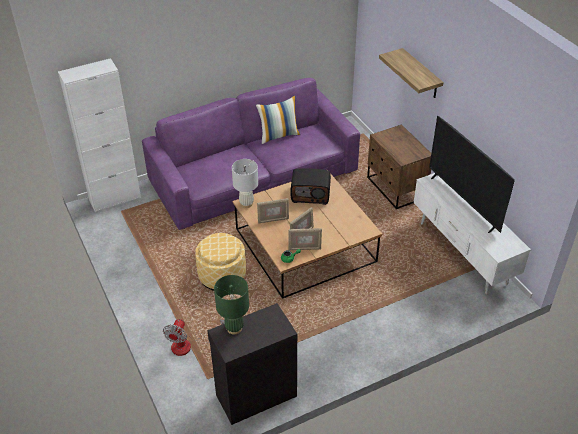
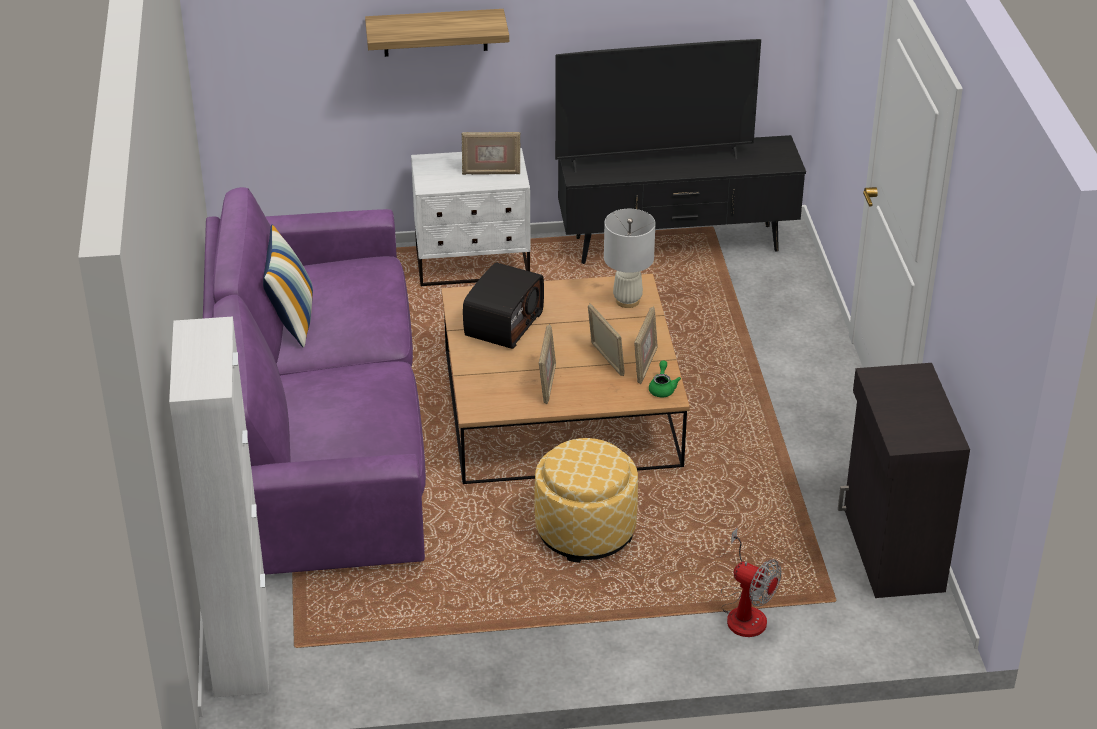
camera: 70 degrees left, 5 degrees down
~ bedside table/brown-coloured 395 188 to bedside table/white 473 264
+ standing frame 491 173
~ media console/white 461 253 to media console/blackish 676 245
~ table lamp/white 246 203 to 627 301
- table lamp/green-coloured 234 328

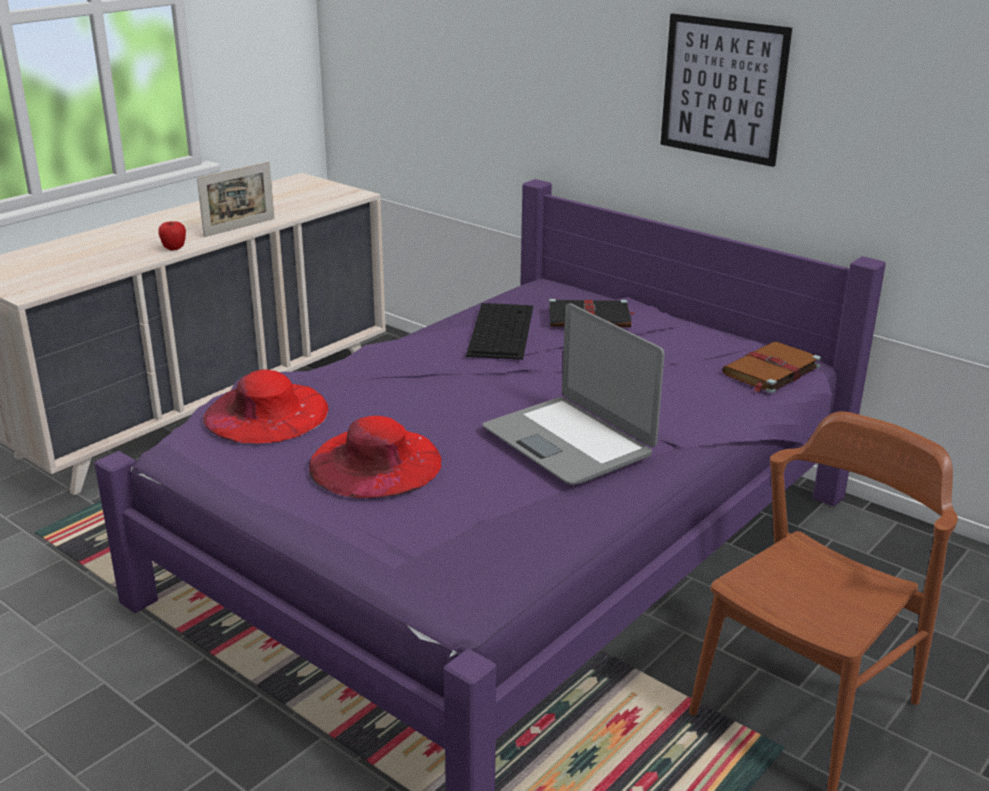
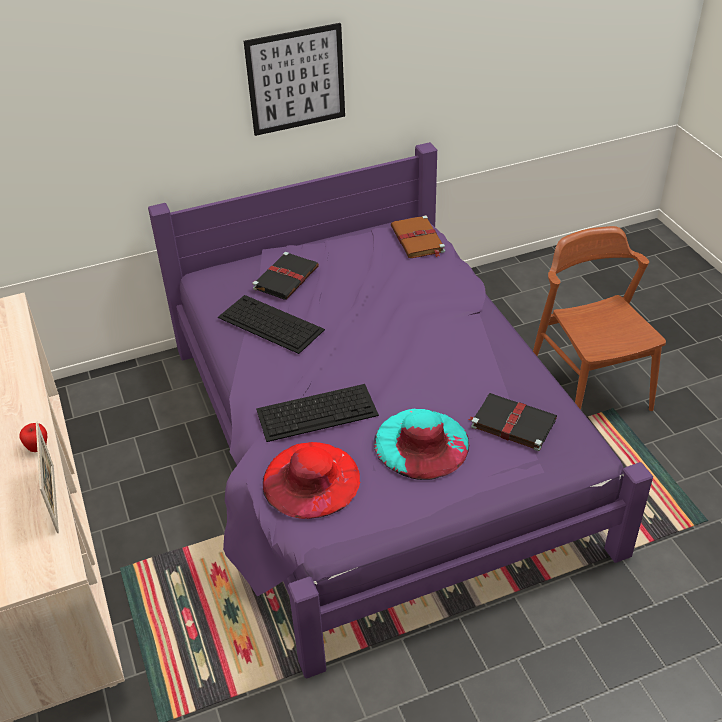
camera: 60 degrees left, 15 degrees up
~ standing frame 239 227 to 55 498
+ PC keyboard 318 411
~ clothing hat/red-coloured 375 462 to clothing hat/turquoise-coloured 421 443
+ book/blackish 512 423
- notebook computer 569 441

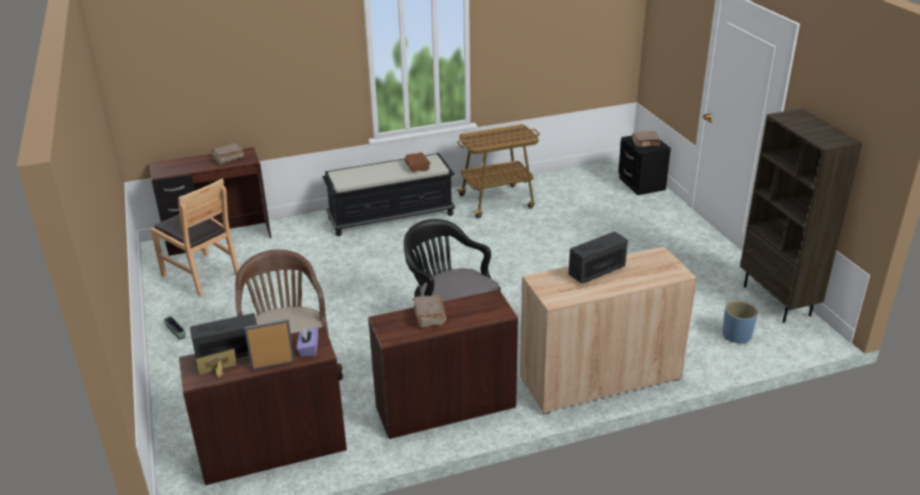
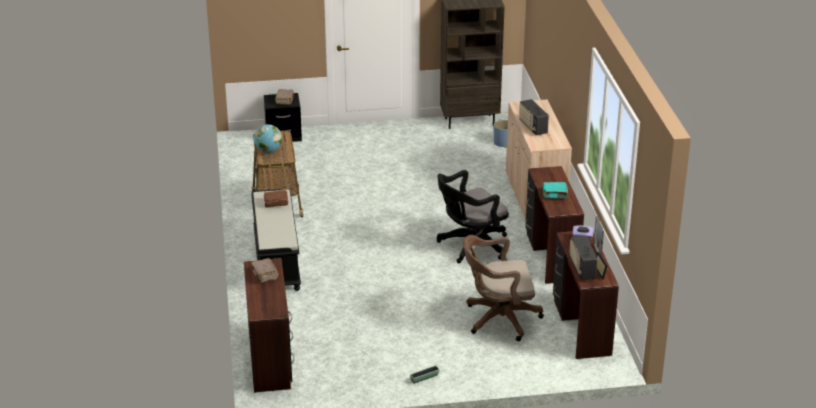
camera: 80 degrees left, 0 degrees up
+ desk globe 268 151
~ book/brown-coloured 429 317 to book/turquoise-coloured 555 195
- upright chair/brown-coloured 201 275

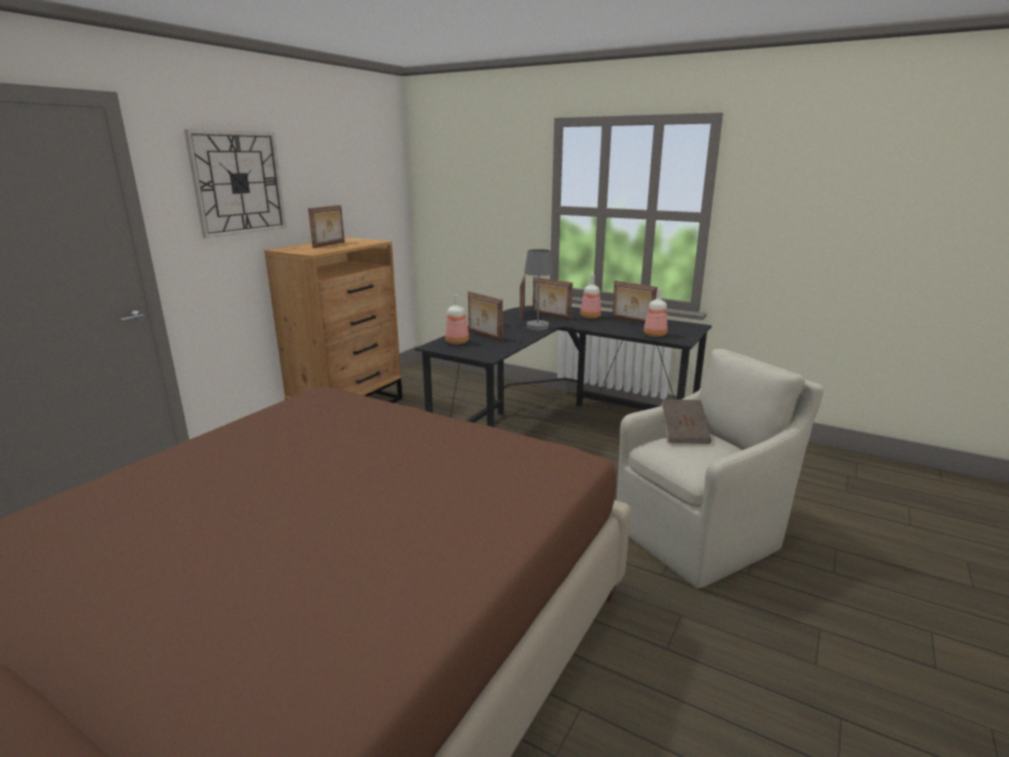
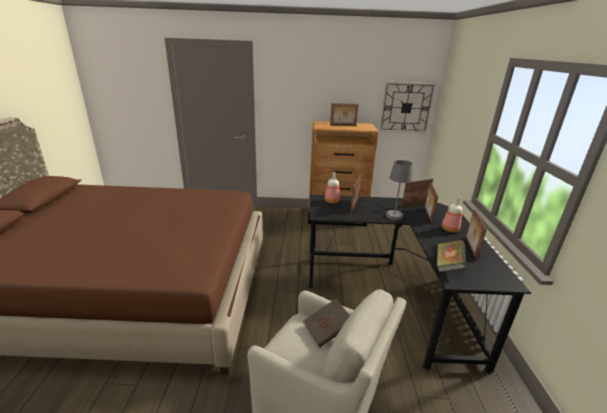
camera: 60 degrees right, 5 degrees up
~ wall clock 238 183 to 406 107
~ drink bottle 655 335 to book 448 265

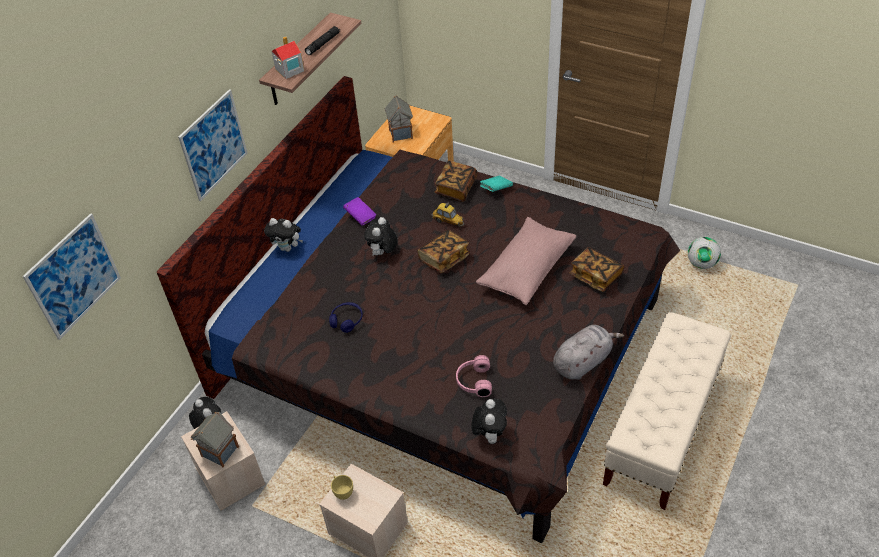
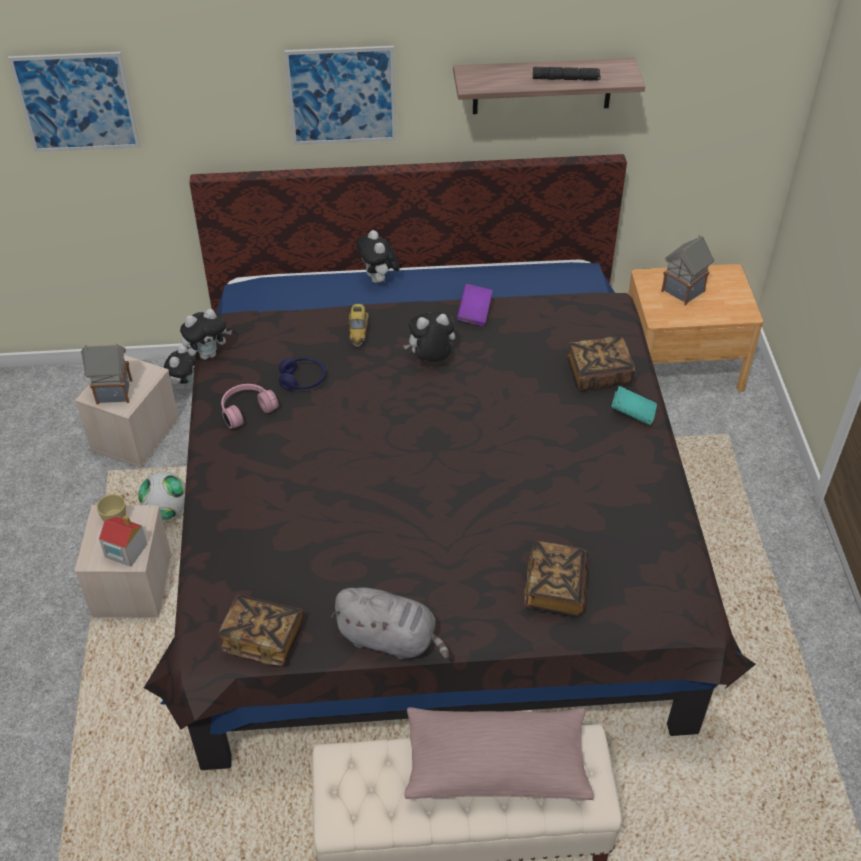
camera: 55 degrees right, 0 degrees up
~ miniature house 289 70 to 125 550
~ football 701 263 to 167 510
~ plush toy 489 434 to 208 354
~ book 444 258 to 263 639
~ pair of headphones/pink 473 381 to 246 409
~ toy car 448 221 to 358 332
~ cushion/pink 526 270 to 496 765

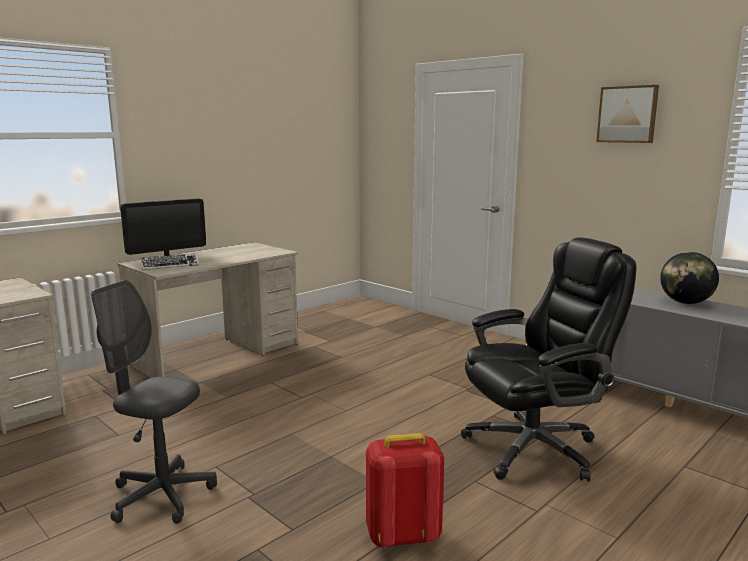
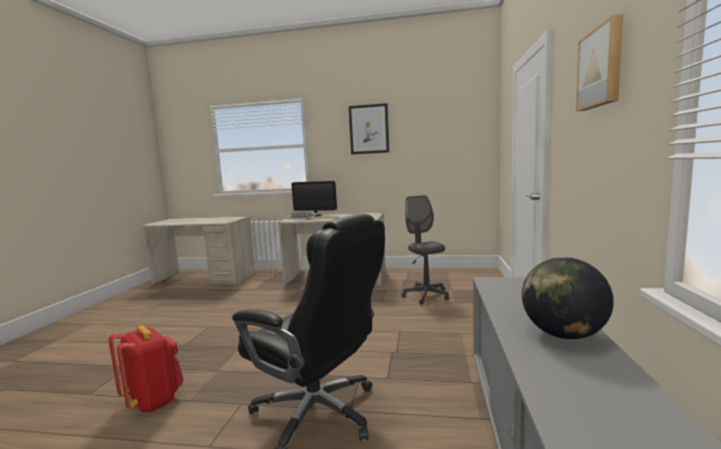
camera: 55 degrees right, 5 degrees down
+ wall picture 369 129
~ computer chair/gray 162 496 to 426 295

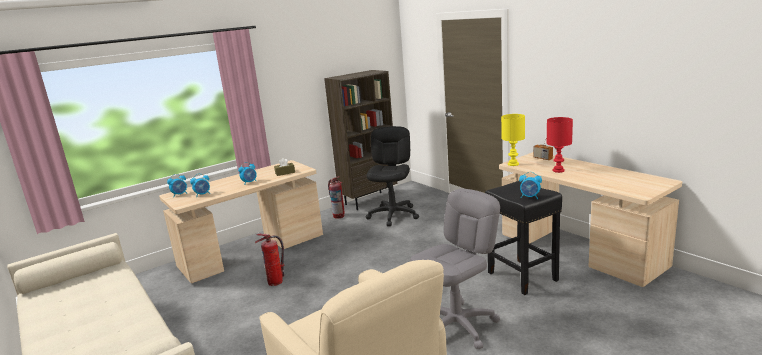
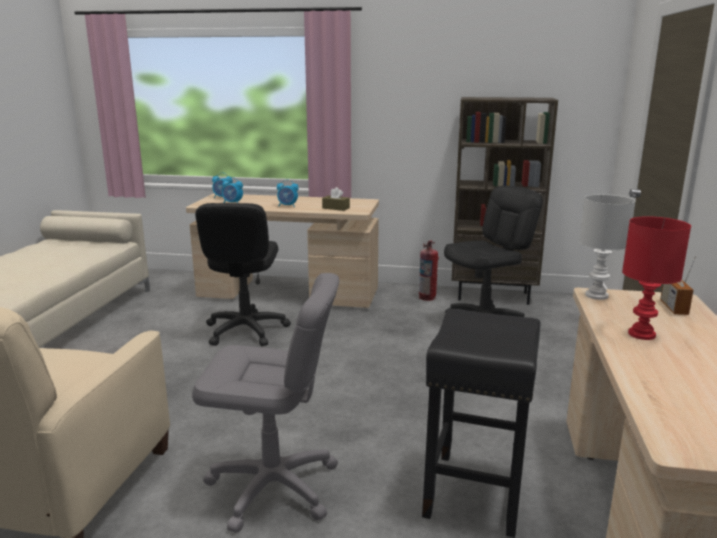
camera: 45 degrees right, 0 degrees up
~ fire-fighting cylinder 275 282 to computer chair/blackish 245 330
~ table lamp/yellowish 513 164 to table lamp/white 596 296
- bedside clock 530 197

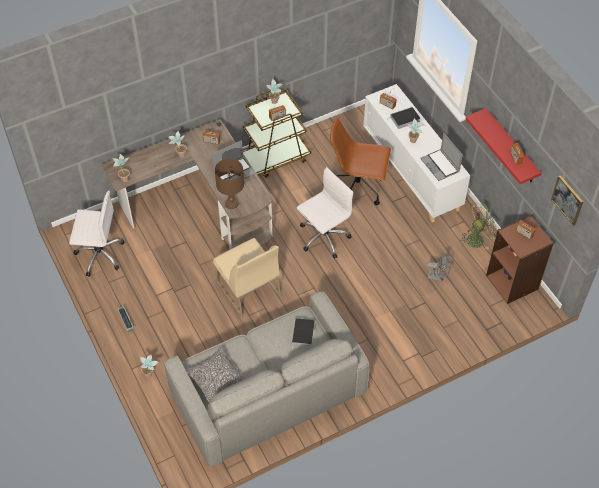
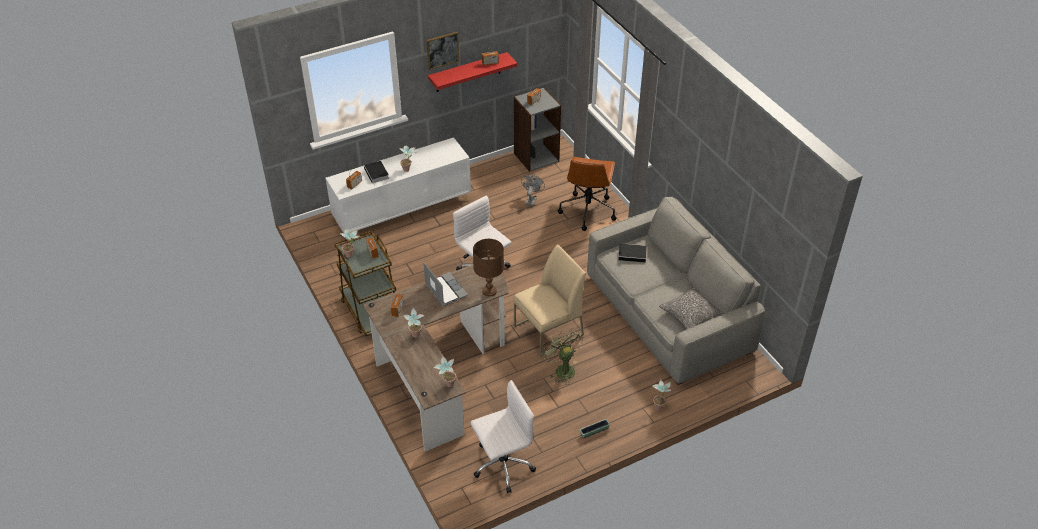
camera: 90 degrees left, 10 degrees down
~ wall picture 568 200 to 442 50
~ computer chair/white 99 254 = 502 465 60 degrees clockwise
~ shelving unit/brown-coloured 512 282 to shelving unit/gray 536 157
~ cooling fan/green-coloured 477 238 to 562 369
~ computer chair/brown-coloured 357 188 to 587 210
- notebook computer 440 166

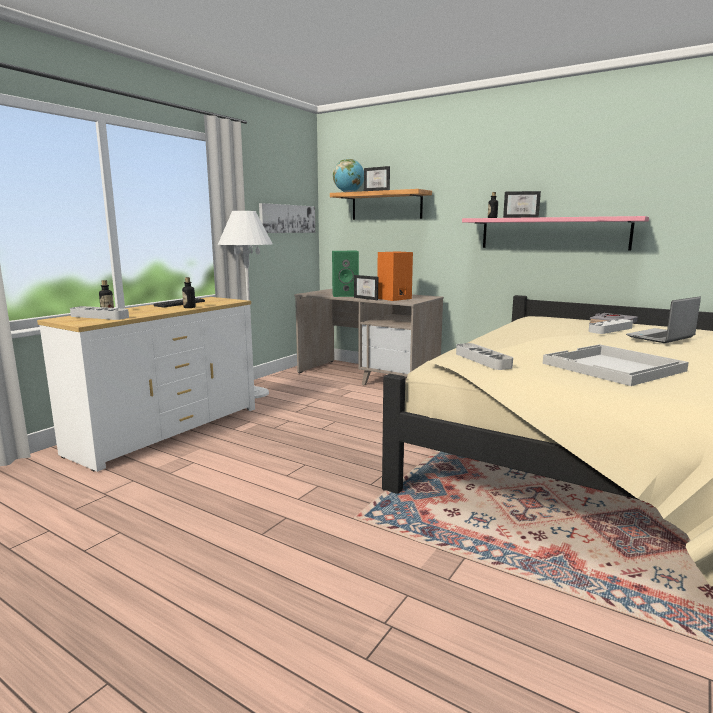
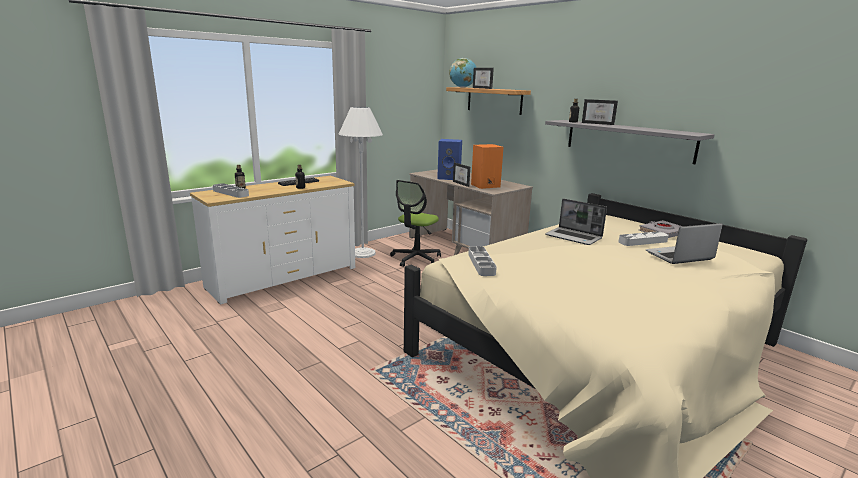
camera: 15 degrees right, 5 degrees up
+ computer chair 416 259
~ speaker/green-coloured 346 295 to speaker/bluish 449 178
~ shelf/pink 553 233 to shelf/gray 628 140
+ notebook computer 574 237
- wall picture 287 218
- tray/white 613 367

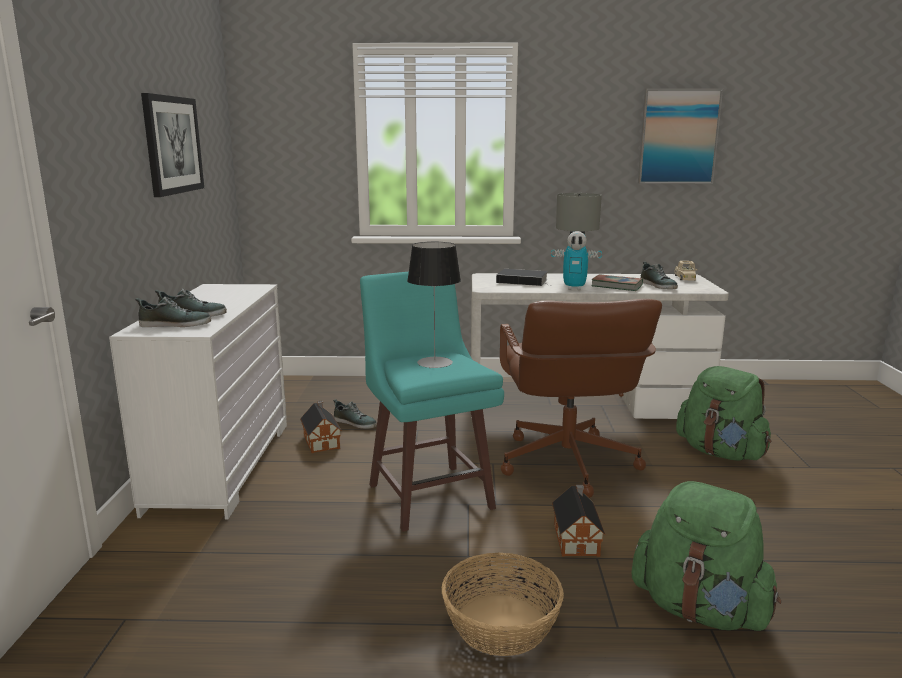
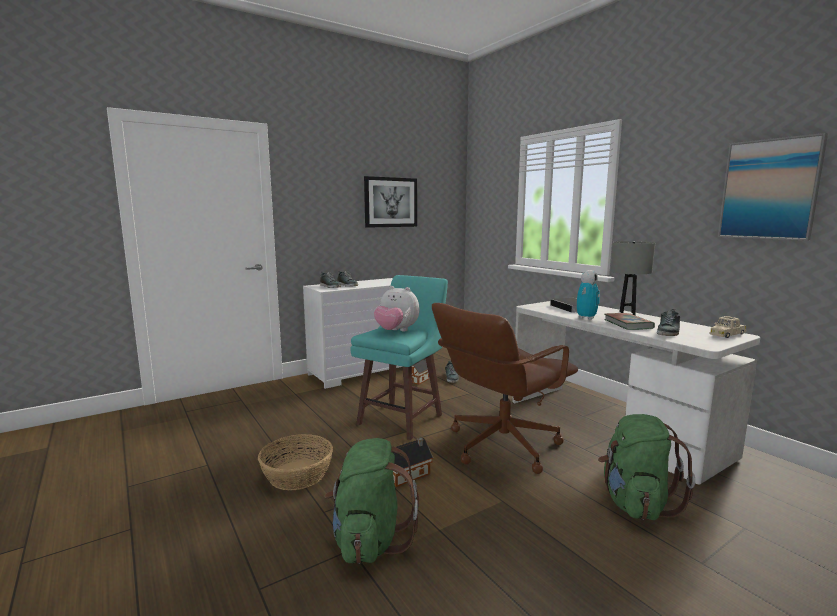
camera: 55 degrees right, 5 degrees down
~ table lamp 434 362 to plush toy 396 331
~ toy robot 574 288 = 586 318 120 degrees counterclockwise

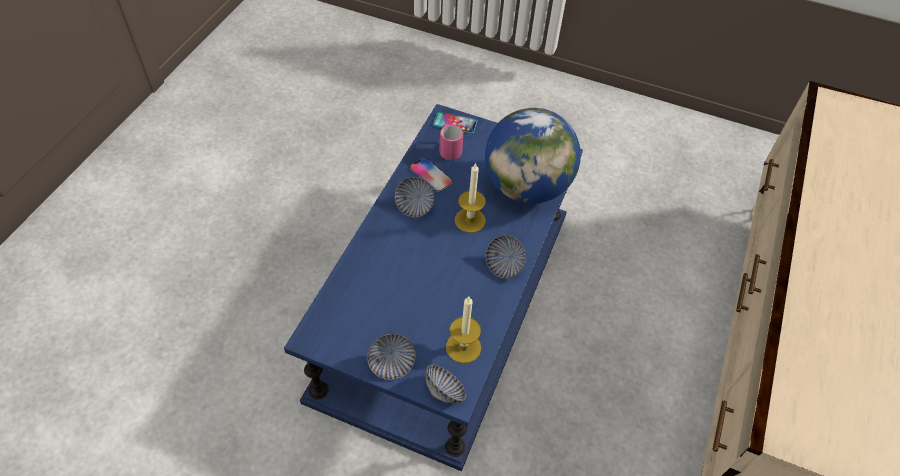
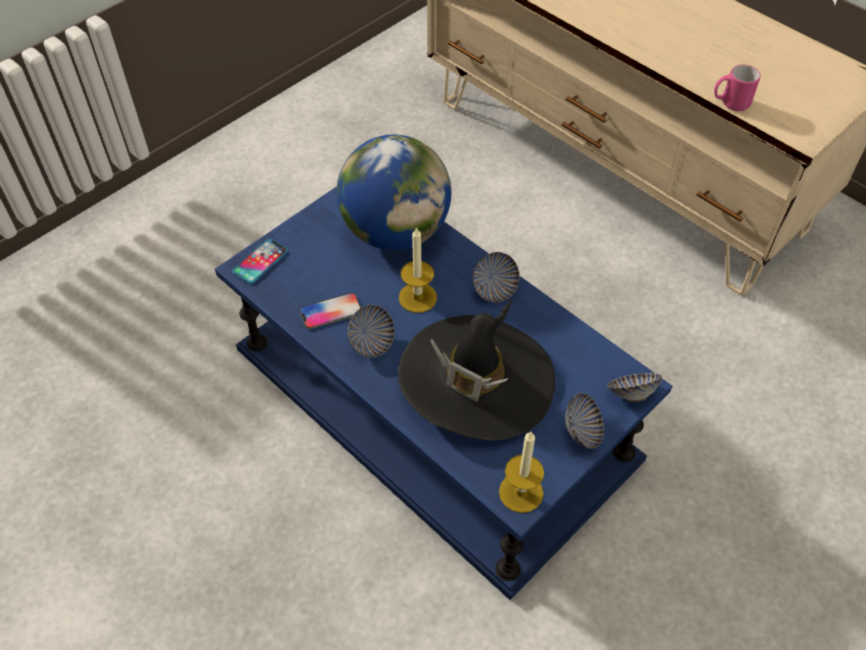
camera: 65 degrees left, 0 degrees up
+ clothing hat/blackish 476 381
~ wax candle 463 347 to 521 492
~ tea mug/pink 449 150 to 730 103

